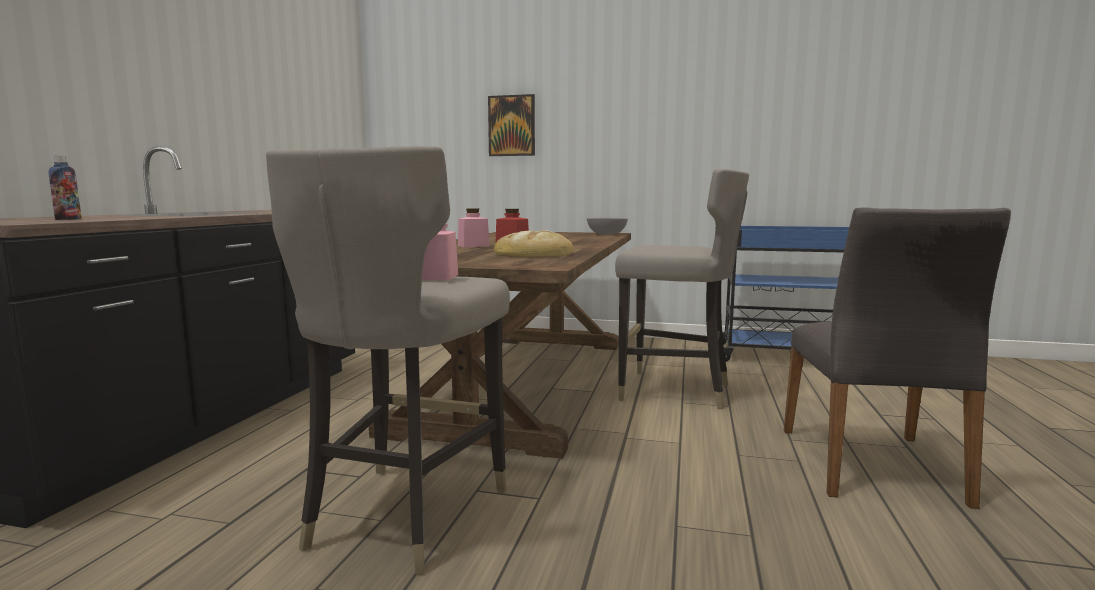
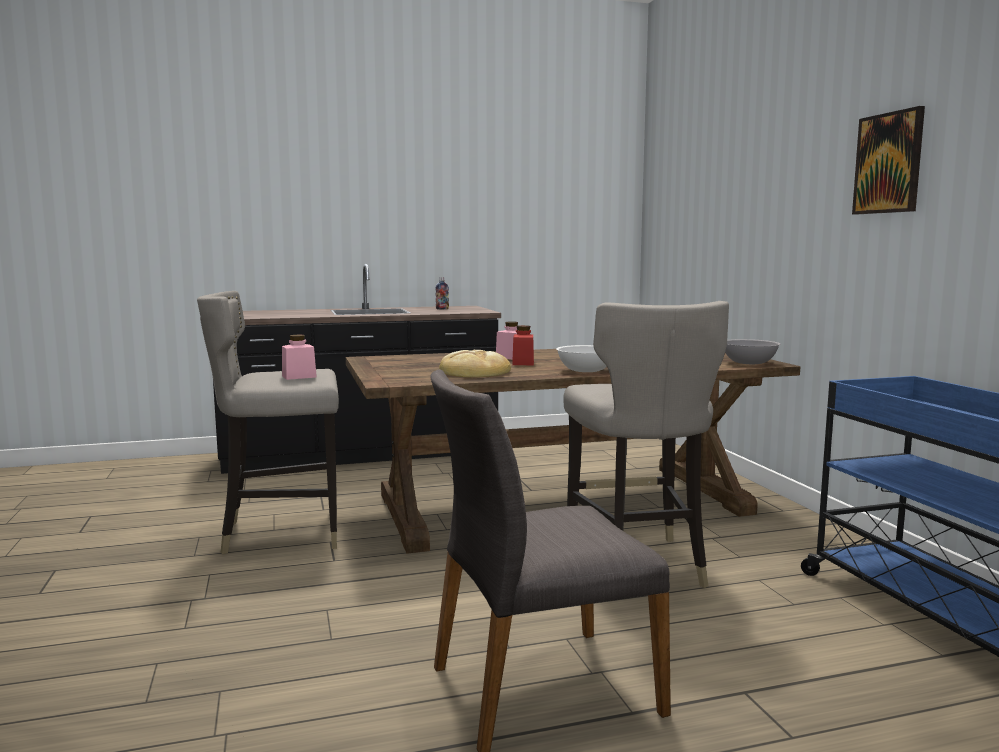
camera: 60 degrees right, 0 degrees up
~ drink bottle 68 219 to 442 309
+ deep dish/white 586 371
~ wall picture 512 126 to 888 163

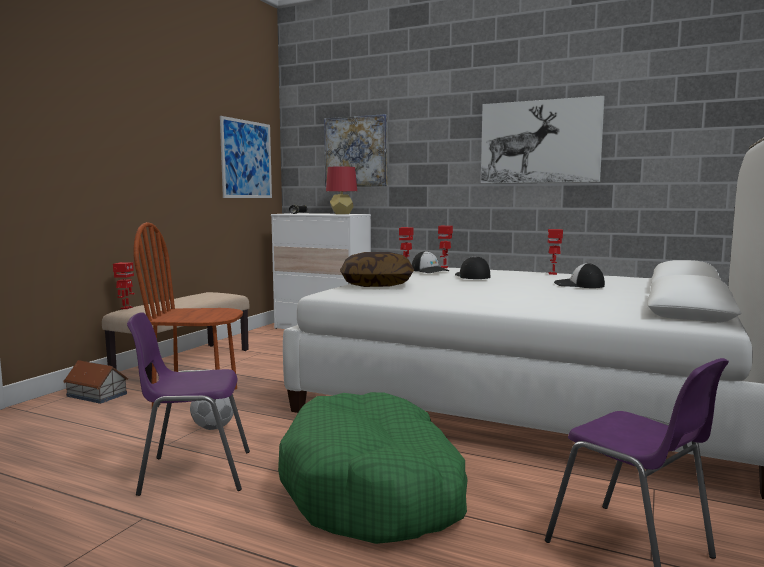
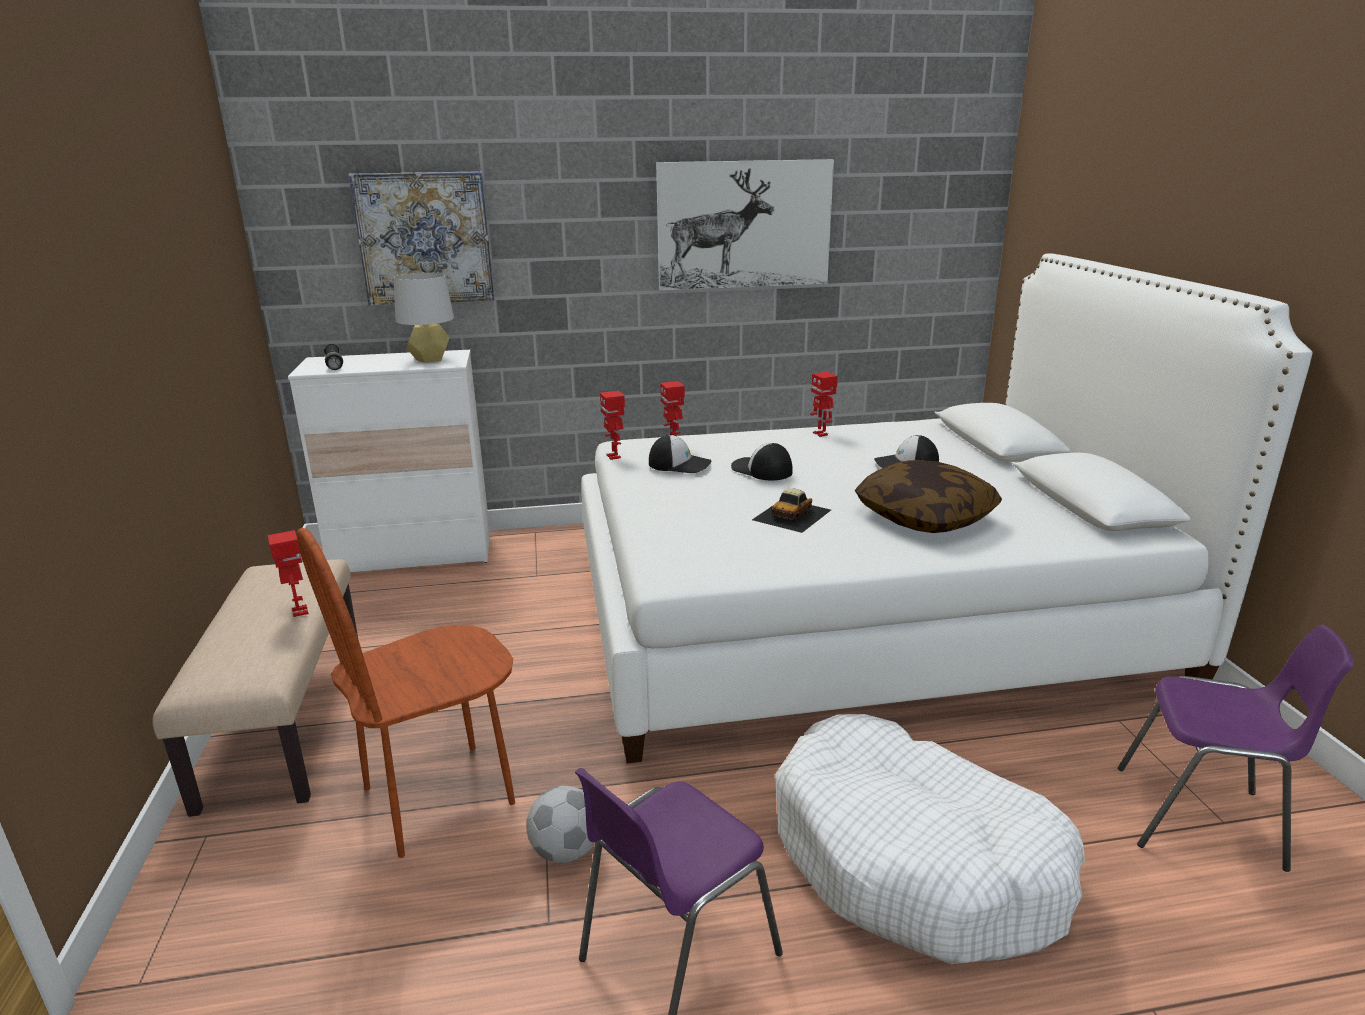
camera: 35 degrees left, 15 degrees up
~ toy robot 126 308 to 299 612
~ table lamp/red-coloured 341 214 to table lamp/gray 430 359
+ toy car 792 514
~ pet bed/green-coloured 374 489 to pet bed/white 915 860
~ cushion 377 285 to 925 517
- miniature house 96 395
- wall picture 246 159

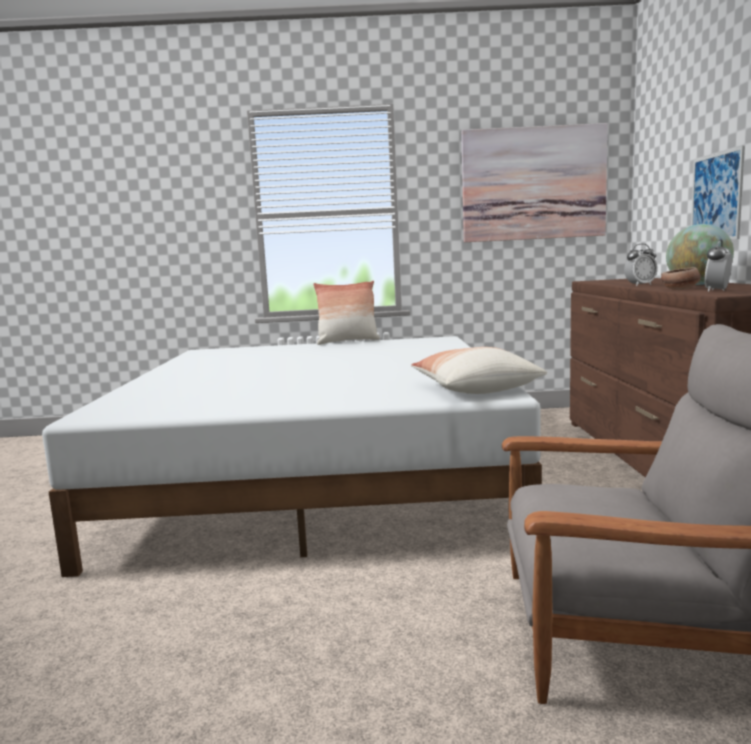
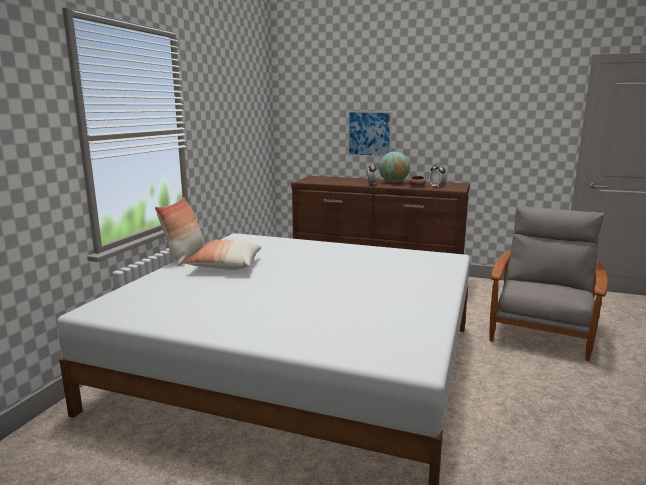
camera: 70 degrees left, 5 degrees up
~ cushion 475 388 to 225 266
- wall picture 533 184

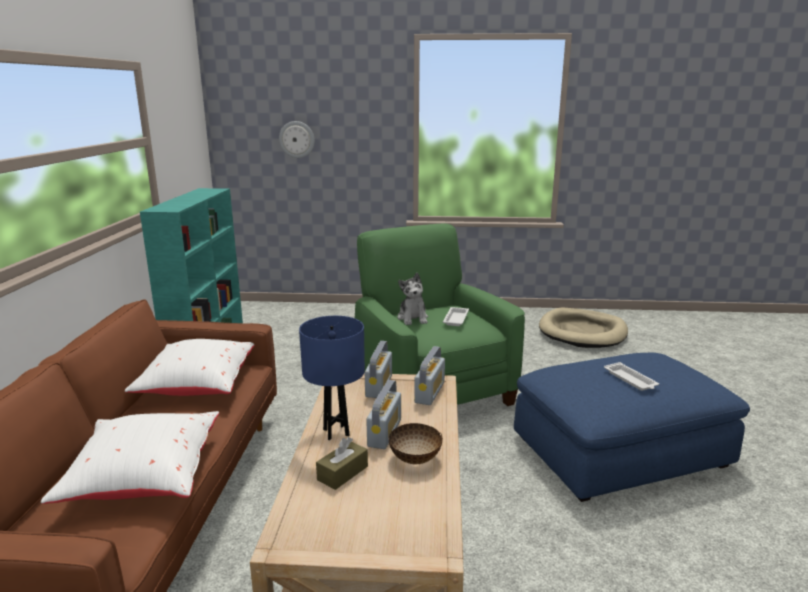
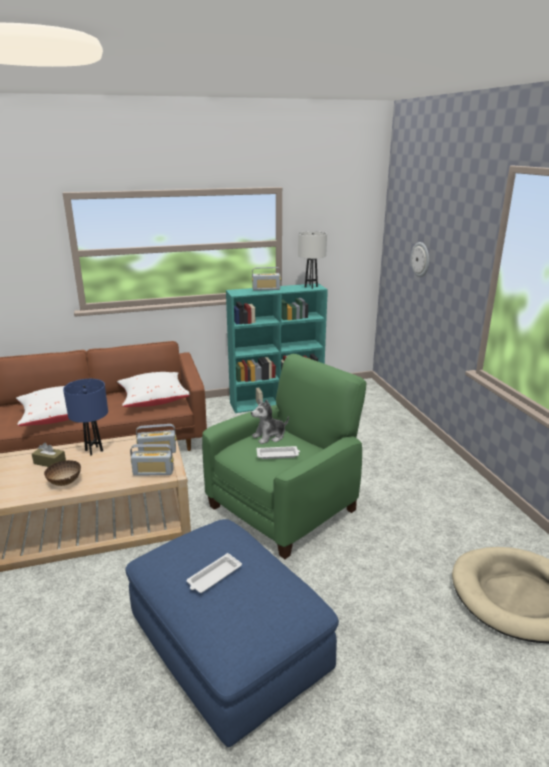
camera: 70 degrees right, 5 degrees up
~ radio 384 432 to 266 289
+ table lamp/white 311 287

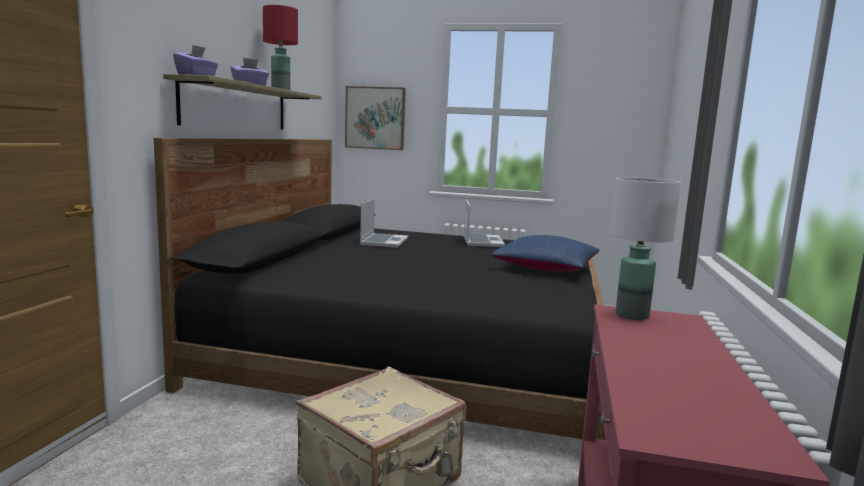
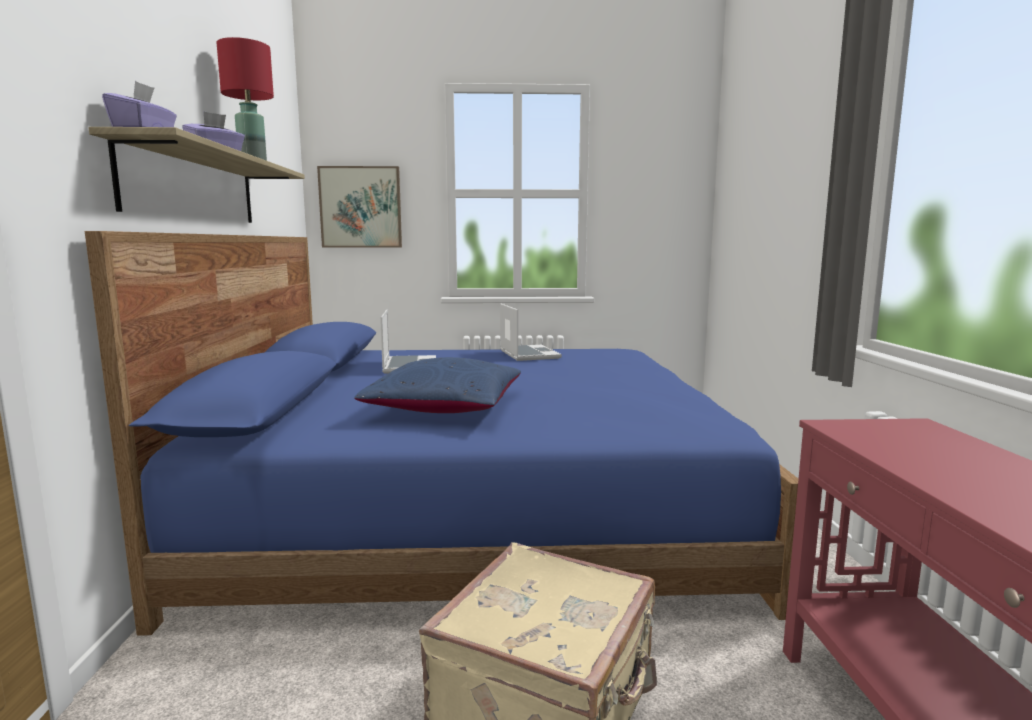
camera: 15 degrees left, 0 degrees up
~ sleeping bed/blackish 417 349 to sleeping bed/bluish 476 502
~ cushion/bluish 546 268 to 445 408
- table lamp/white 631 315

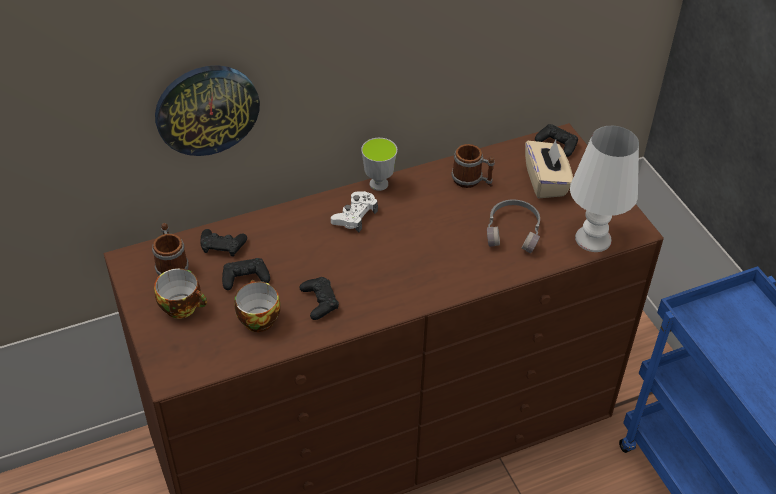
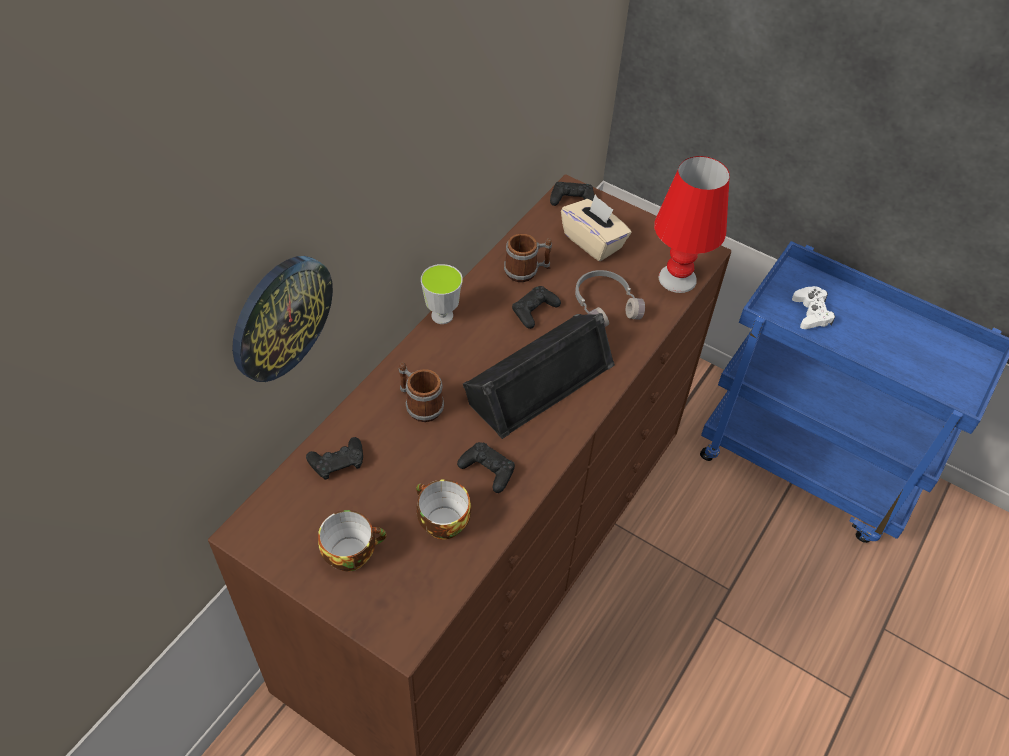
camera: 35 degrees left, 5 degrees up
~ tea mug 171 265 to 419 404
+ speaker/blackish 538 380
~ gamepad/blackish 245 278 to 534 310
~ table lamp/white 592 239 to table lamp/red-coloured 677 279
~ gamepad/white 355 216 to 811 313

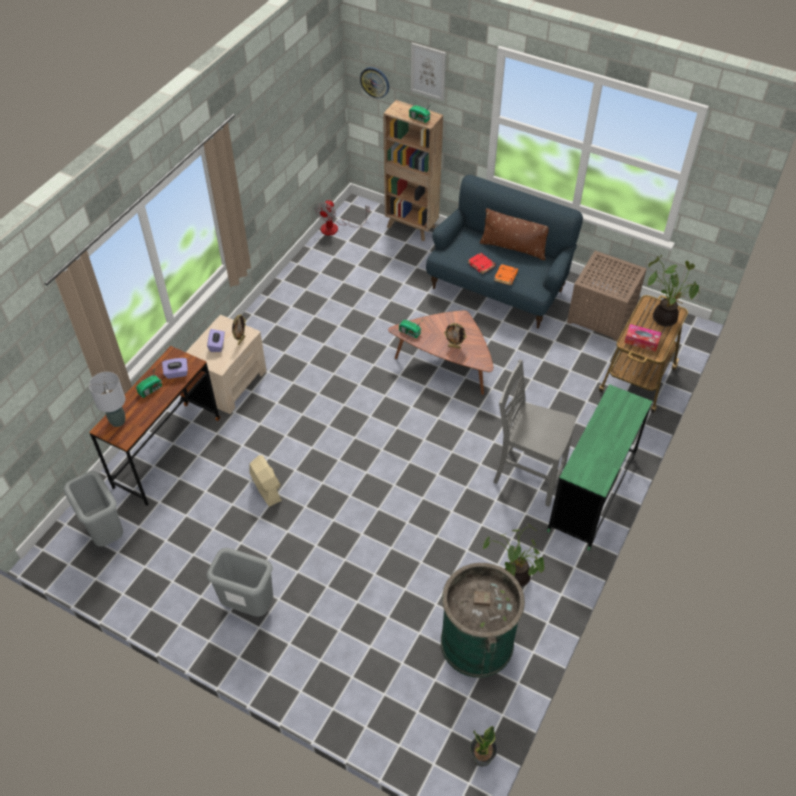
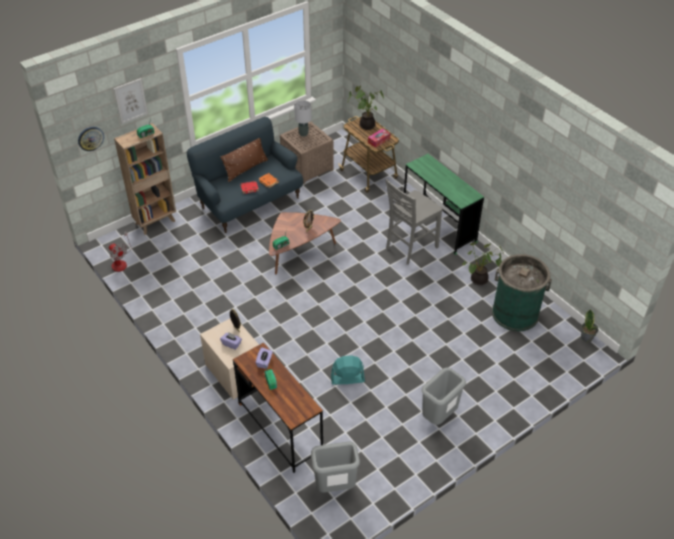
camera: 65 degrees left, 5 degrees down
~ table lamp/gray 118 421 to 303 134
~ cooling fan/sand-coloured 266 488 to cooling fan/turquoise-coloured 347 379

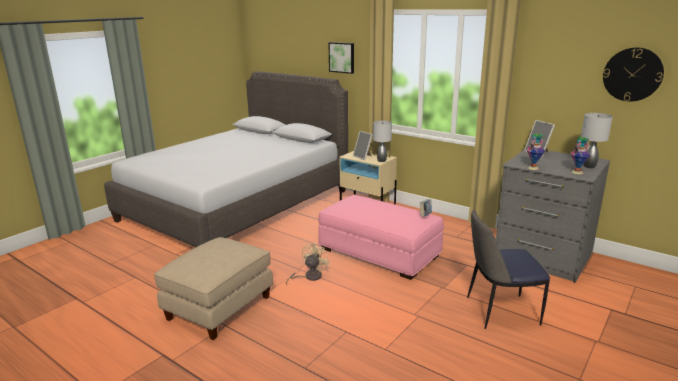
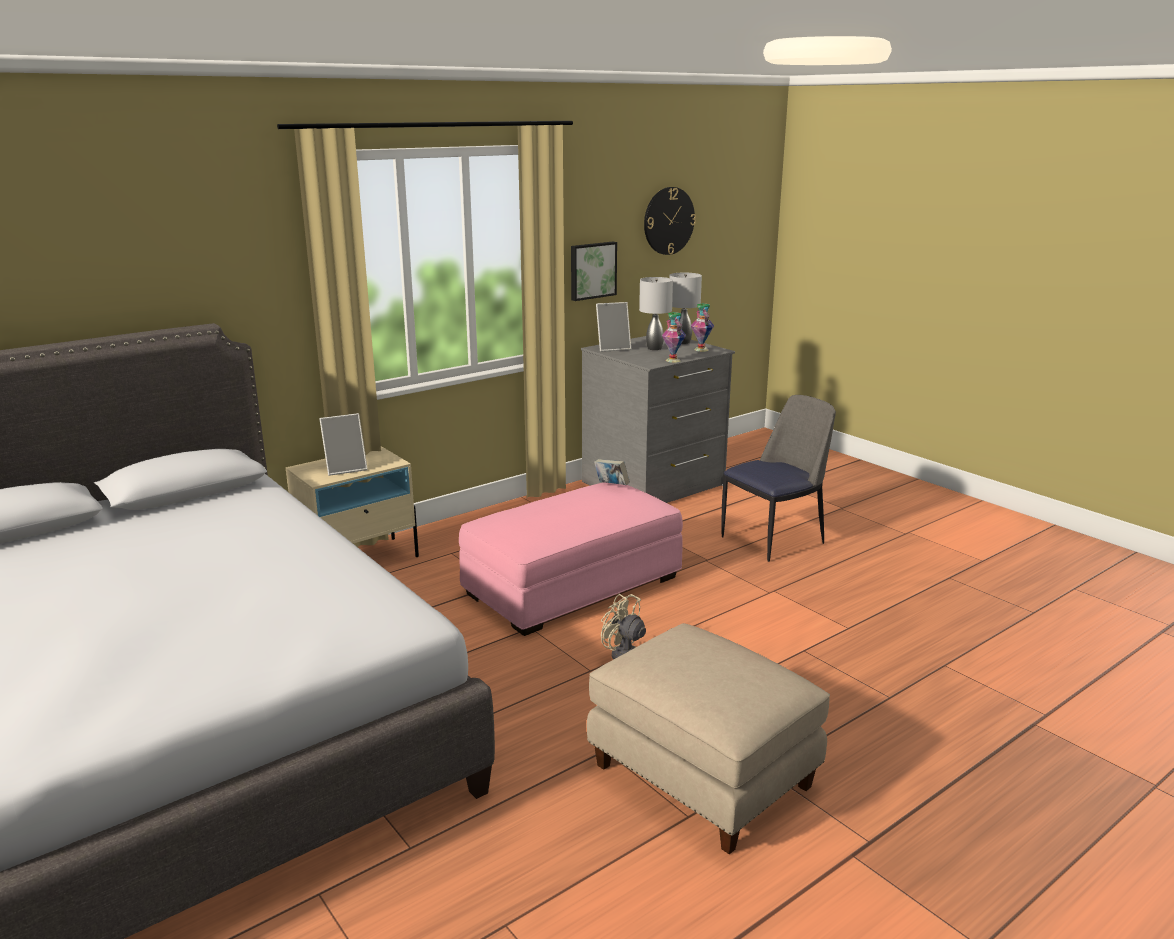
camera: 75 degrees left, 0 degrees up
~ wall picture 342 57 to 592 270
~ table lamp/gray 381 160 to 655 348
~ upright chair 500 311 = 774 539 135 degrees counterclockwise

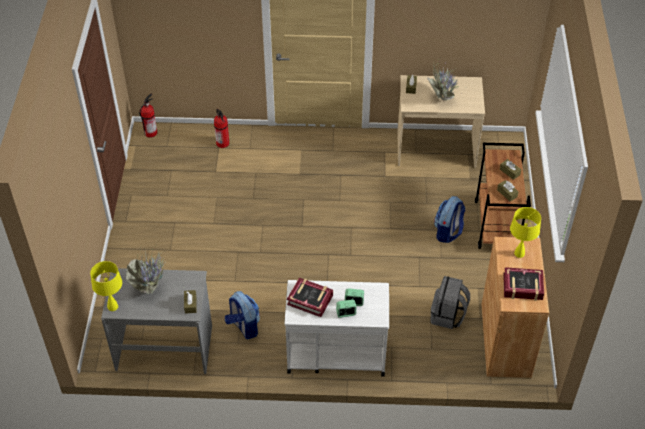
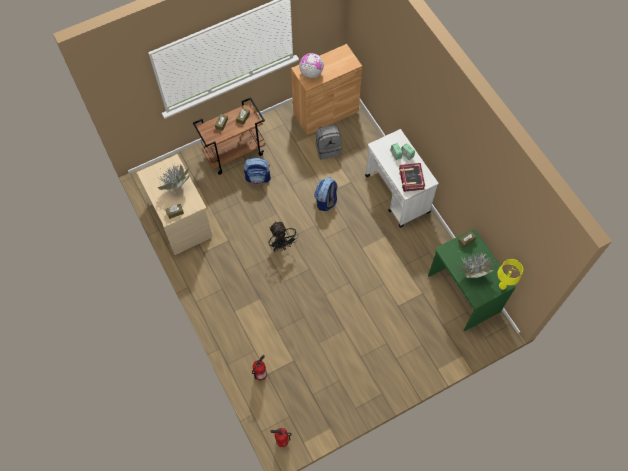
camera: 120 degrees left, 15 degrees up
+ cooling fan/blackish 282 245
~ table lamp/yellowish 519 253 to desk globe 311 73
~ rucksack 243 326 to 326 201
~ desk table/gray 165 347 to desk table/green-coloured 463 293
- book 522 287

